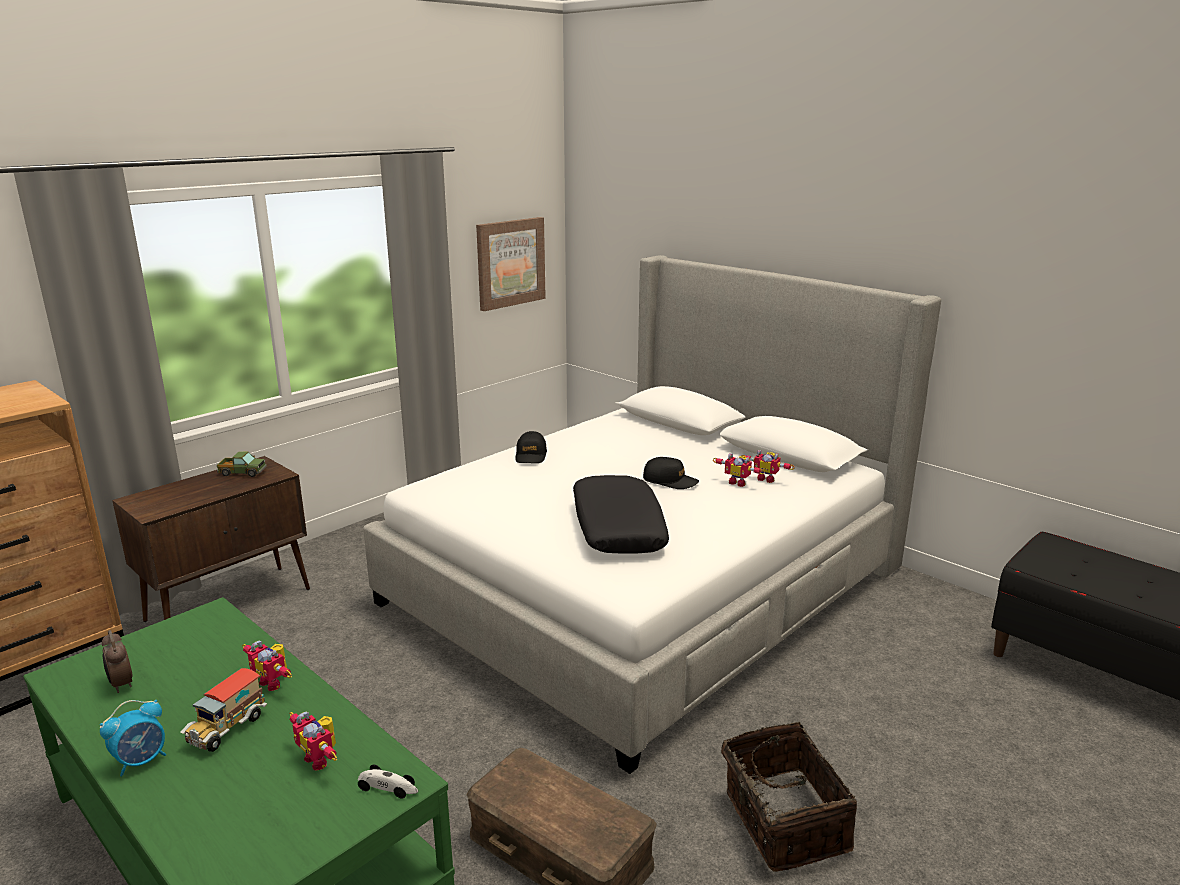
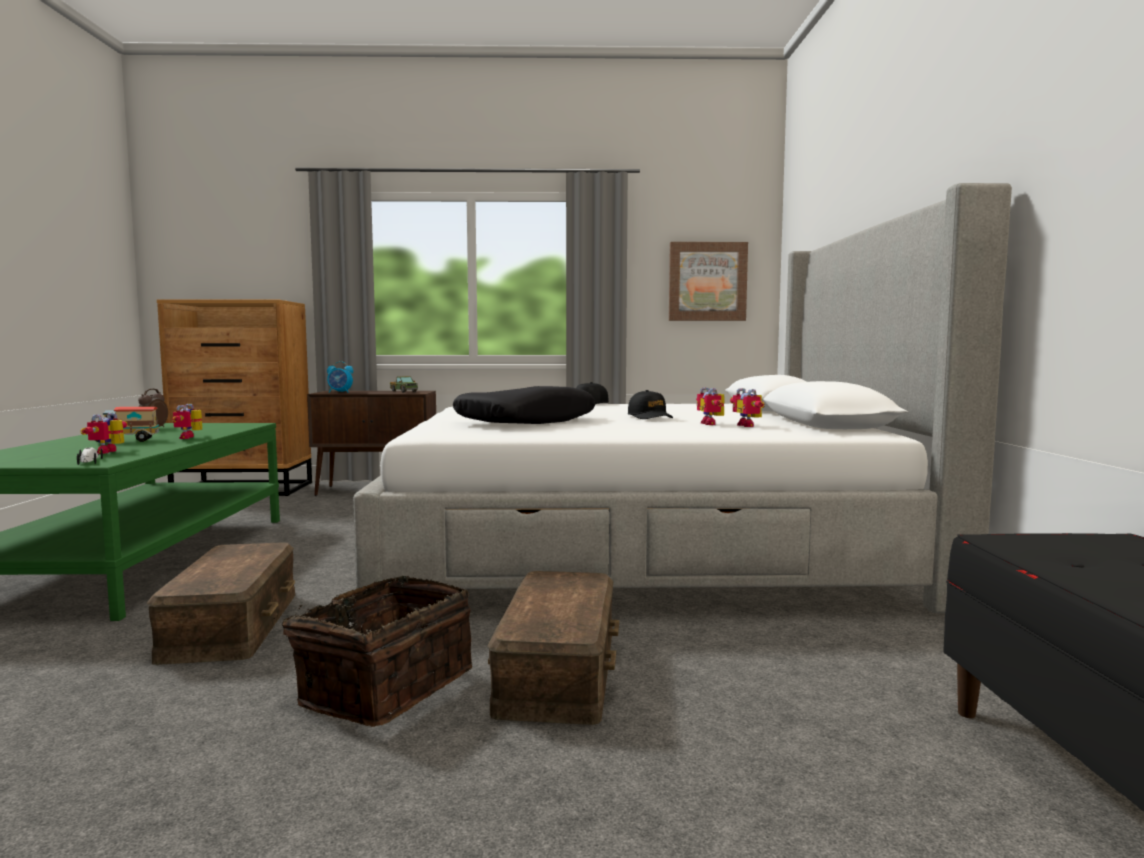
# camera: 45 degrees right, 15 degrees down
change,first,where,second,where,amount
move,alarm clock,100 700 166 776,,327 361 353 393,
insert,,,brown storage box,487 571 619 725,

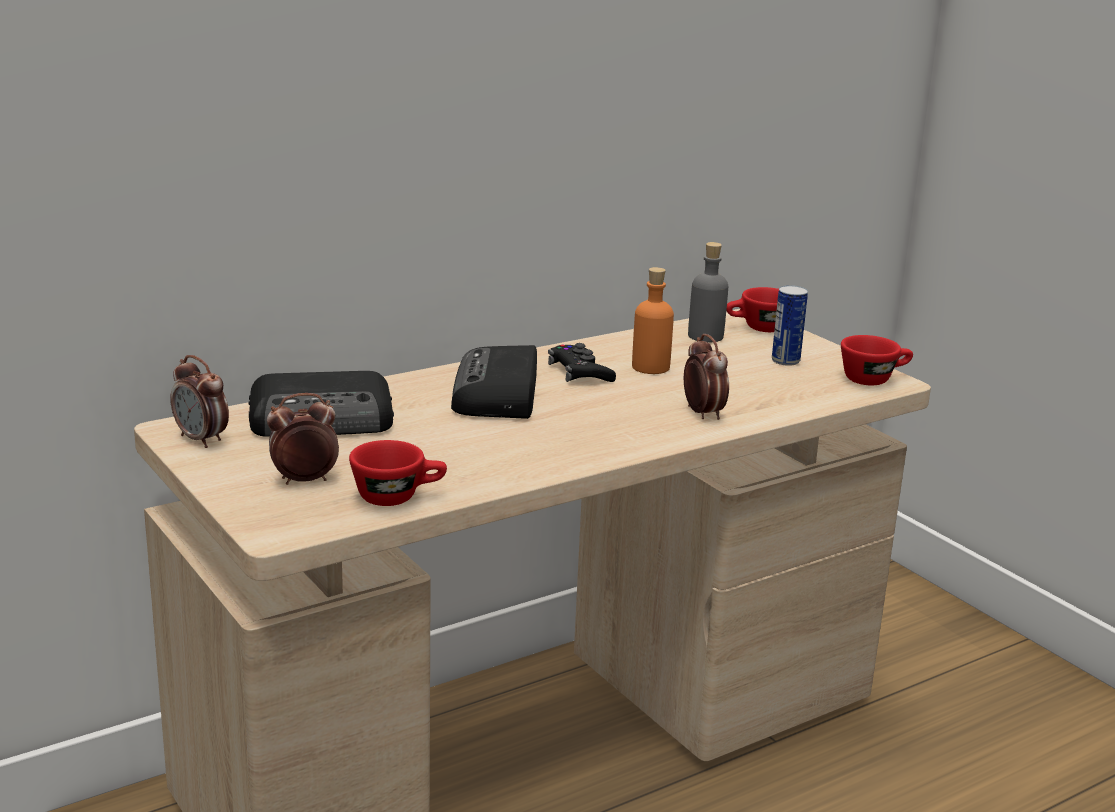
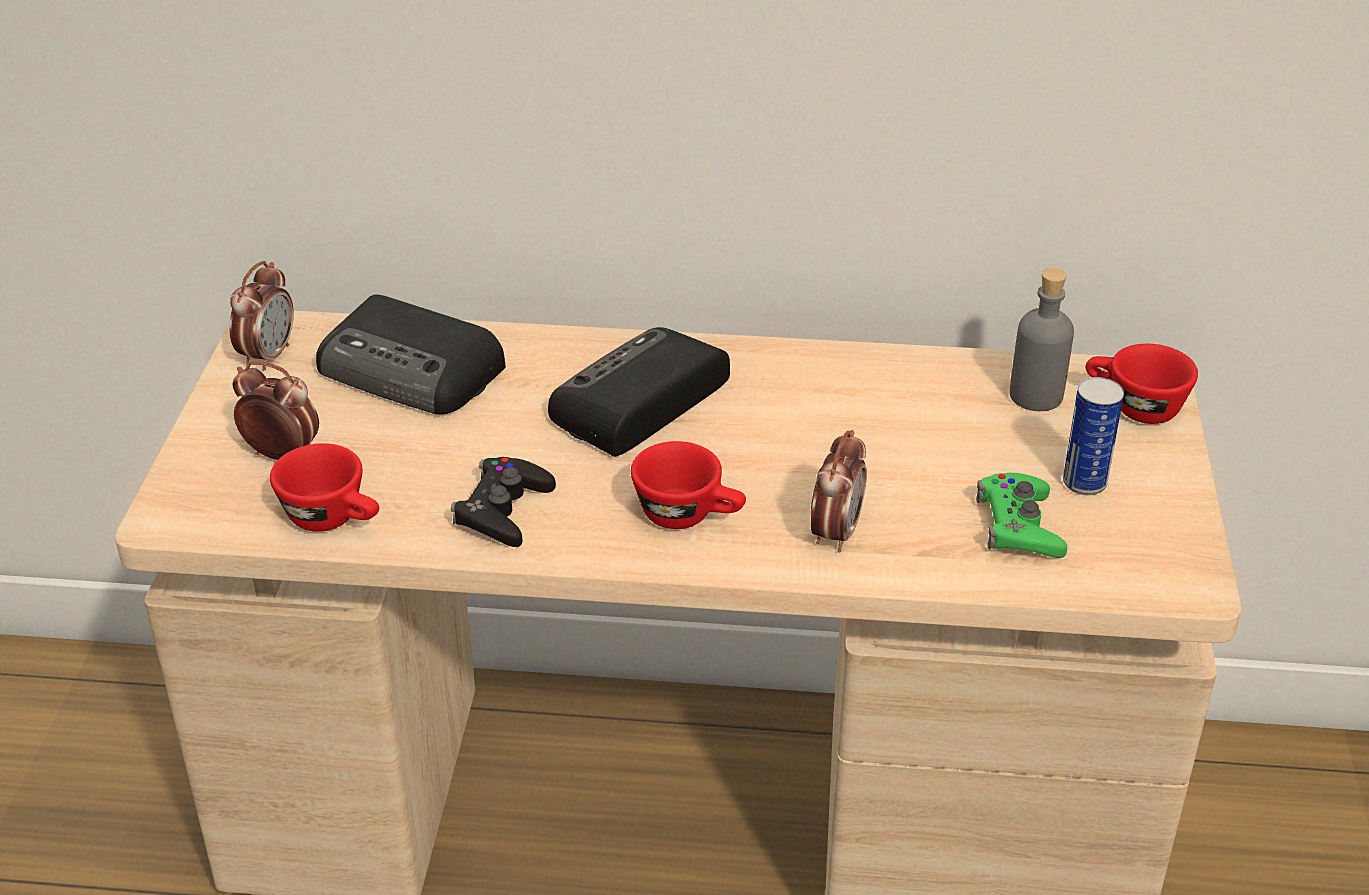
# camera: 40 degrees right, 15 degrees up
change,first,where,second,where,amount
delete,orange bottle,632 267 674 374,,,
move,red cup,841 335 913 385,,631 441 746 529,
move,black game controller,548 343 616 382,,451 457 556 547,
rotate,alarm clock,170 355 229 448,,229 261 294 370,150 degrees counterclockwise
insert,,,green game controller,976 473 1067 558,

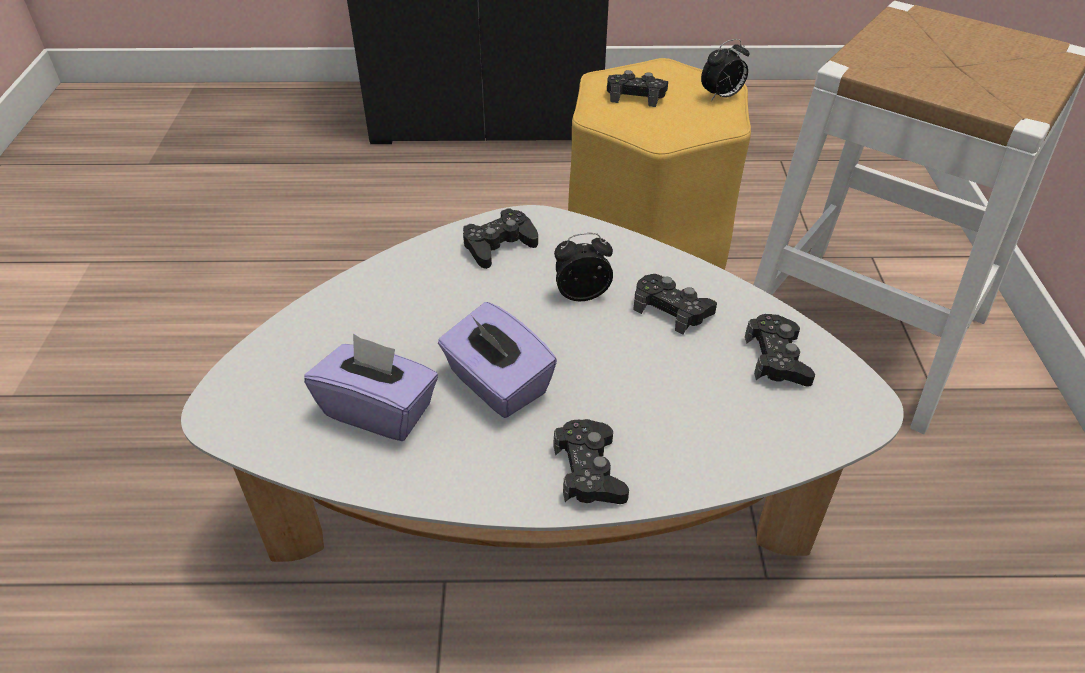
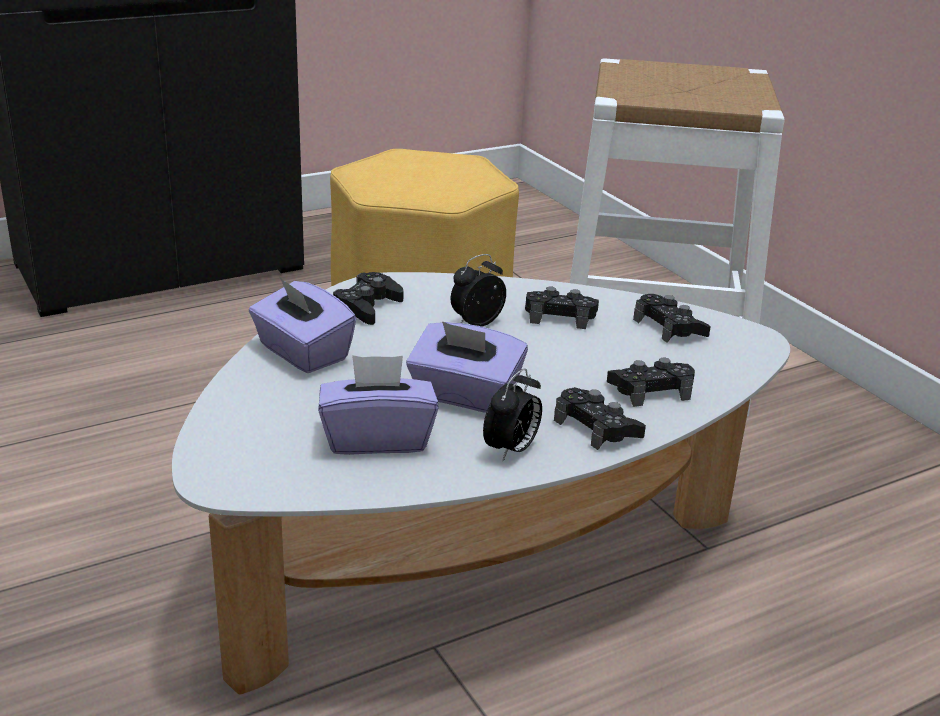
# camera: 30 degrees left, 15 degrees down
change,first,where,second,where,amount
move,alarm clock,701 39 749 101,,483 368 542 461,
move,black game controller,607 70 668 107,,607 358 695 407,
insert,,,purple tissue box,249 277 356 373,

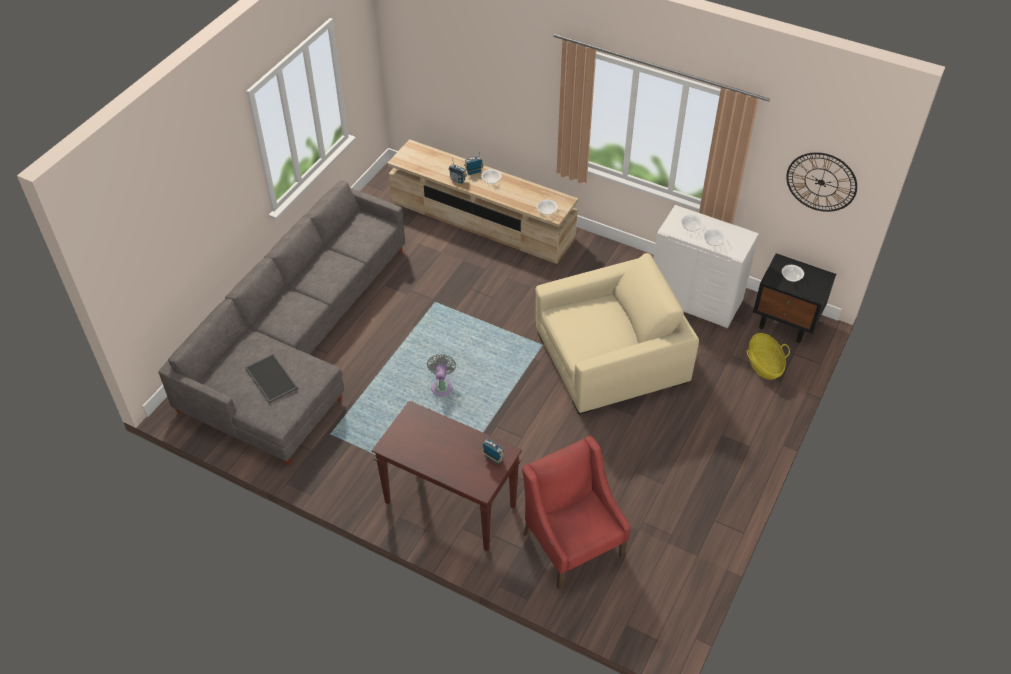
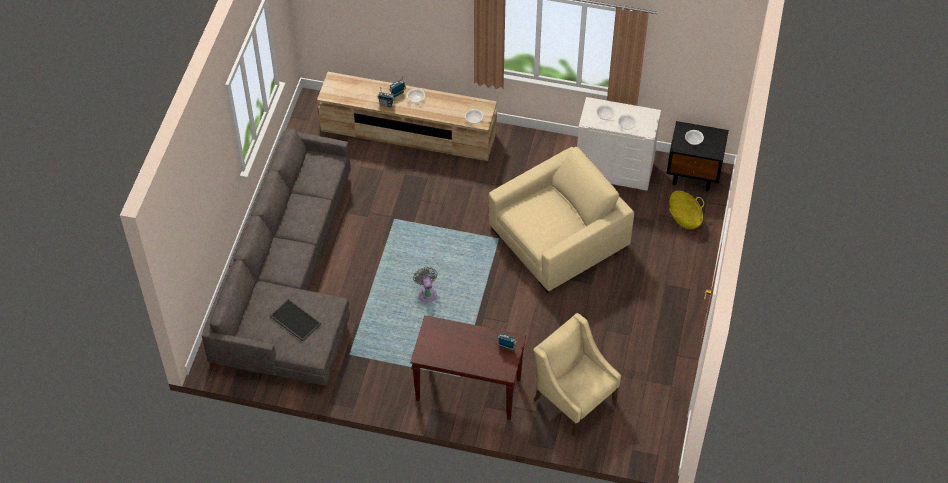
# camera: 15 degrees left, 5 degrees up
change,first,where,second,where,amount
delete,wall clock,786 152 857 212,,,
recolor,red armchair,522 436 631 589,beige armchair,533 313 621 436,

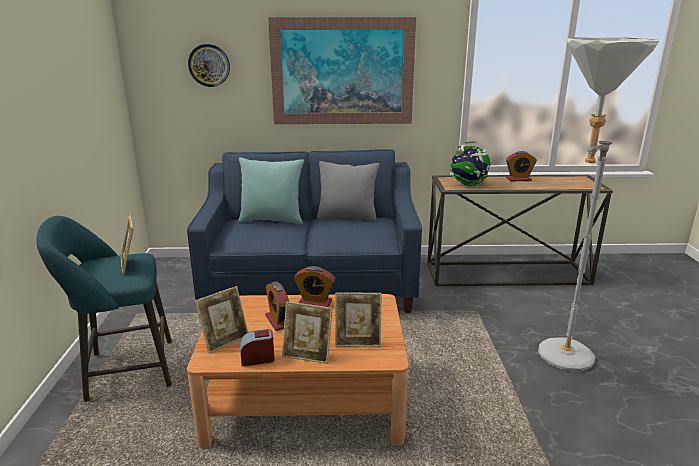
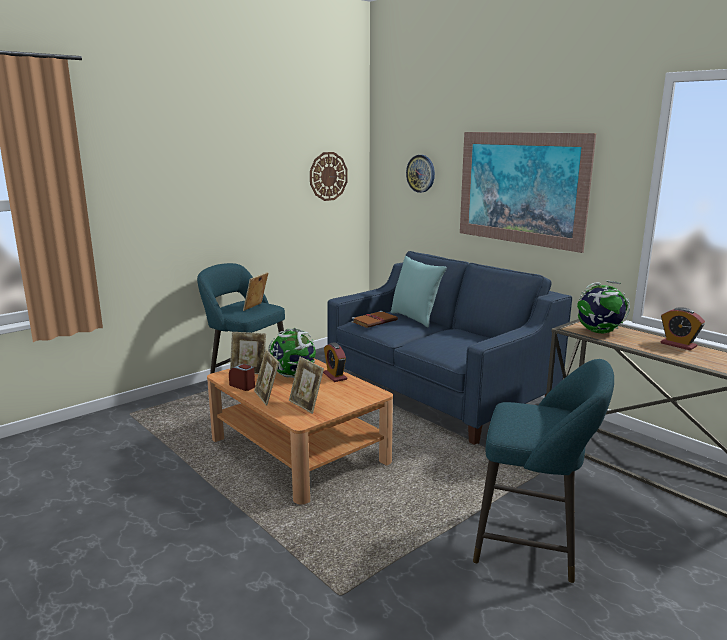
# camera: 50 degrees right, 5 degrees down
change,first,where,second,where,amount
replace,grey floor lamp,538 37 659 372,turquoise stool,473 359 614 583,
delete,grey pillow,317 161 380 222,,,
replace,alarm clock,265 281 289 331,globe,268 328 316 378,
insert,,,wall clock,310 152 348 201,
insert,,,brown book,351 311 398 328,

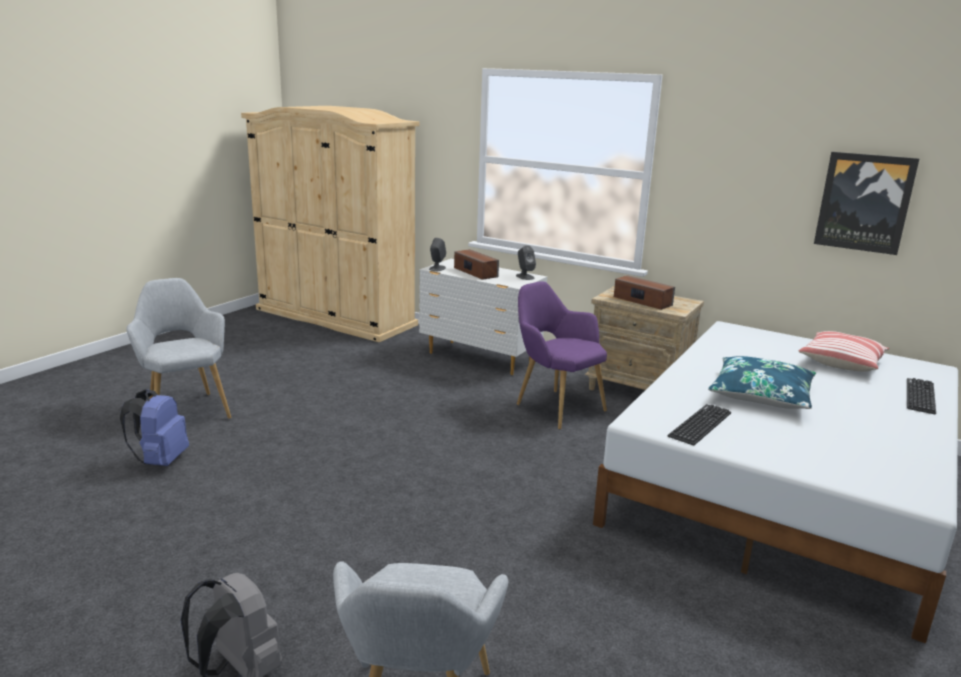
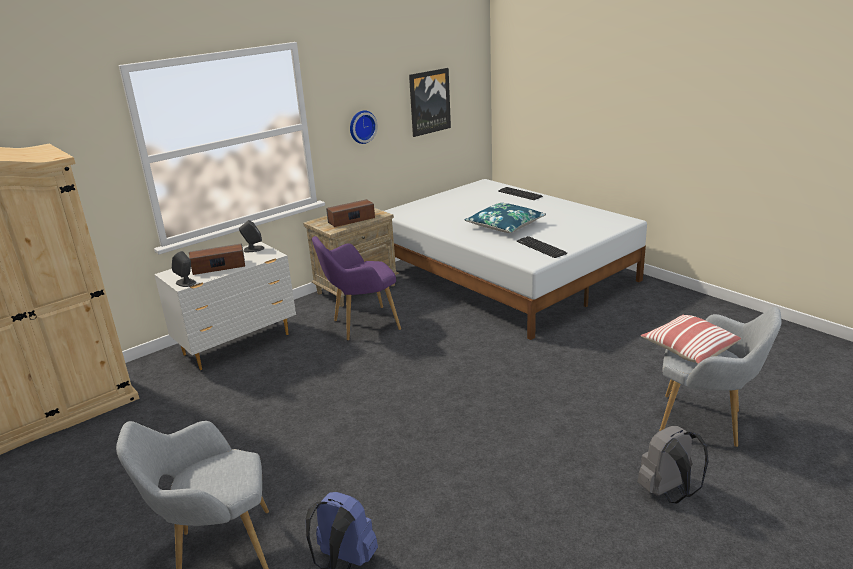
# camera: 70 degrees left, 5 degrees up
change,first,where,second,where,amount
move,pillow,799 331 889 372,,641 315 741 364,
insert,,,wall clock,350 110 378 144,

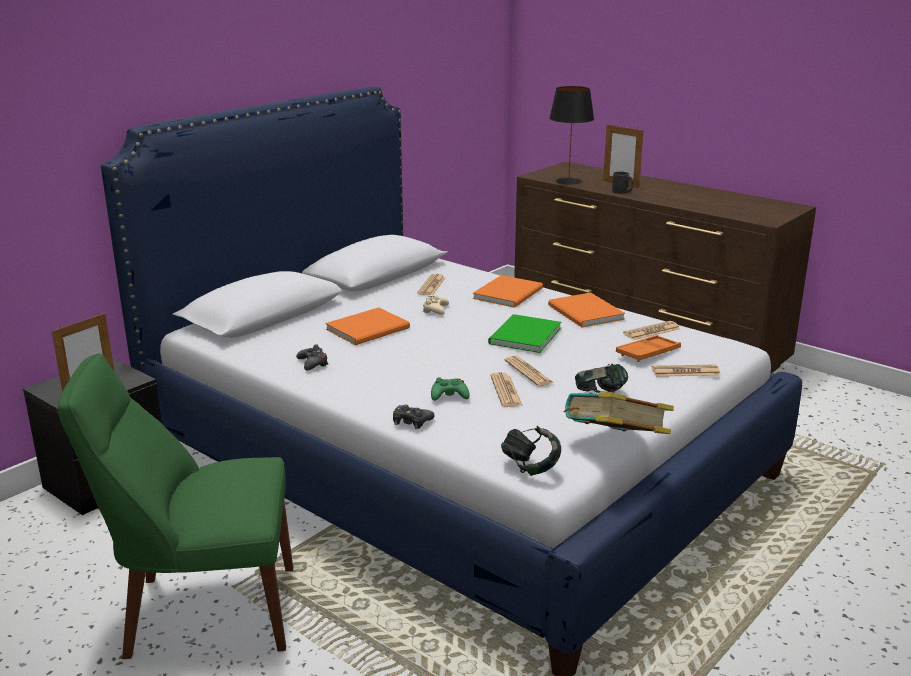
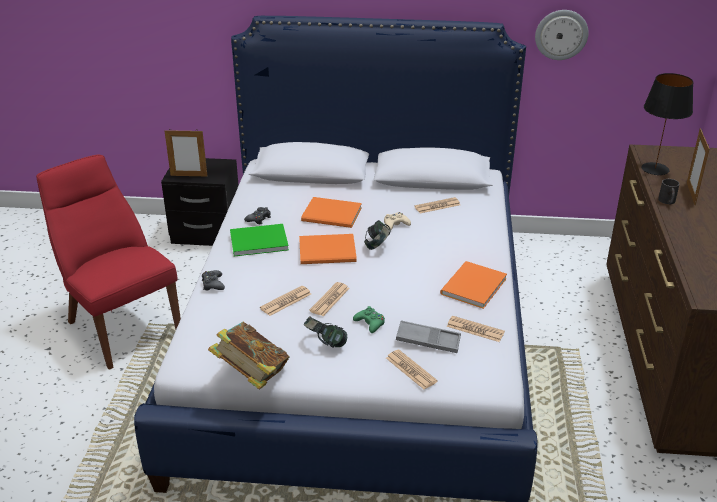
# camera: 55 degrees right, 10 degrees up
change,first,where,second,where,amount
move,orange book,473 275 543 308,,299 234 357 264,
move,green book,488 314 561 353,,230 224 289 256,
recolor,orange tray,616 335 681 362,grey tray,396 320 461 353,
recolor,green chair,57 353 293 659,red chair,36 155 181 370,
move,green game controller,431 377 470 401,,353 306 385 333,
move,headphones,501 426 561 476,,364 220 390 250,
insert,,,wall clock,535 10 589 60,

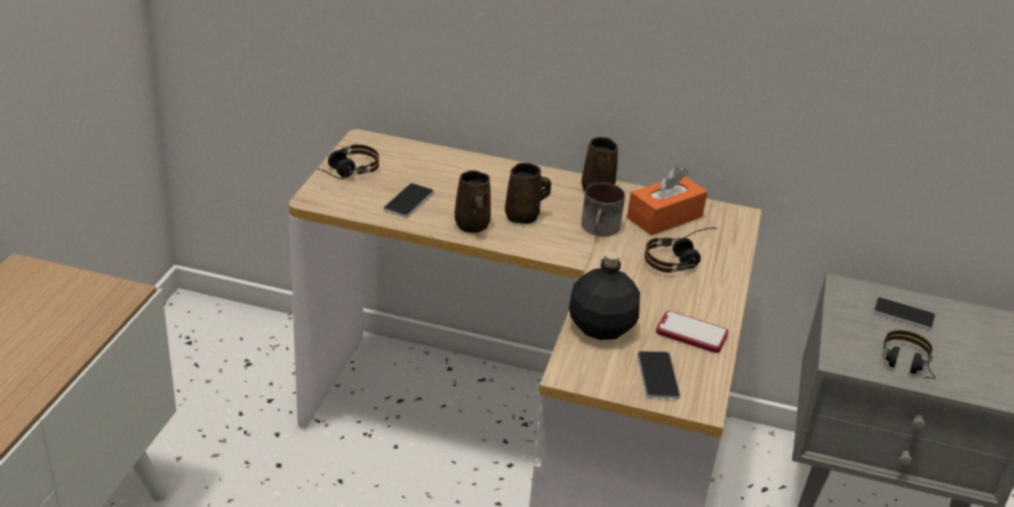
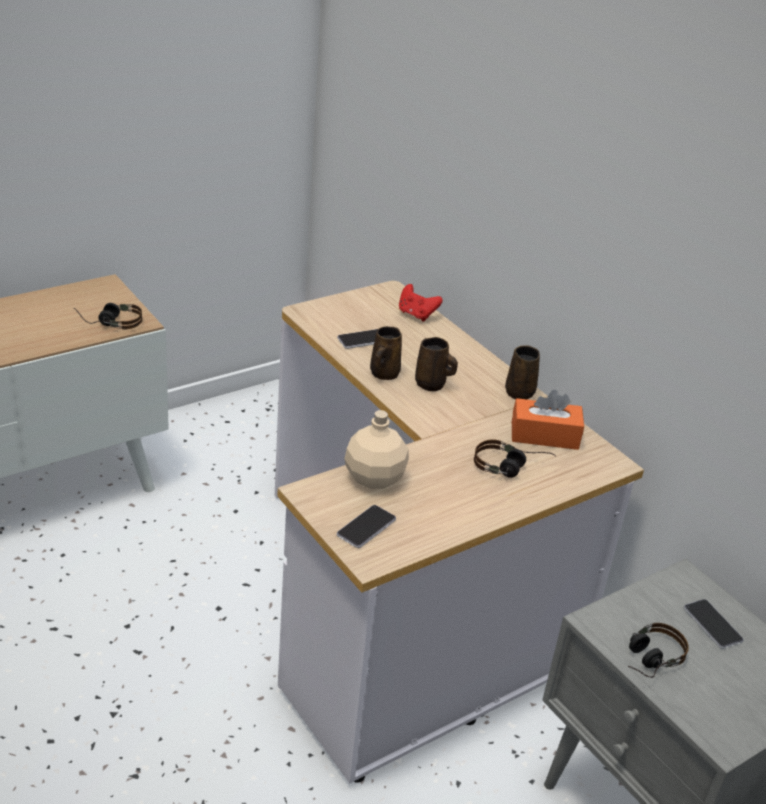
# camera: 40 degrees right, 0 degrees up
change,first,where,second,where,amount
move,headphones,317 144 379 179,,74 303 142 329,
delete,mug,581 182 625 236,,,
recolor,black bottle,569 251 640 340,beige bottle,344 410 409 489,
delete,phone,656 311 728 353,,,
insert,,,red game controller,399 284 443 321,

